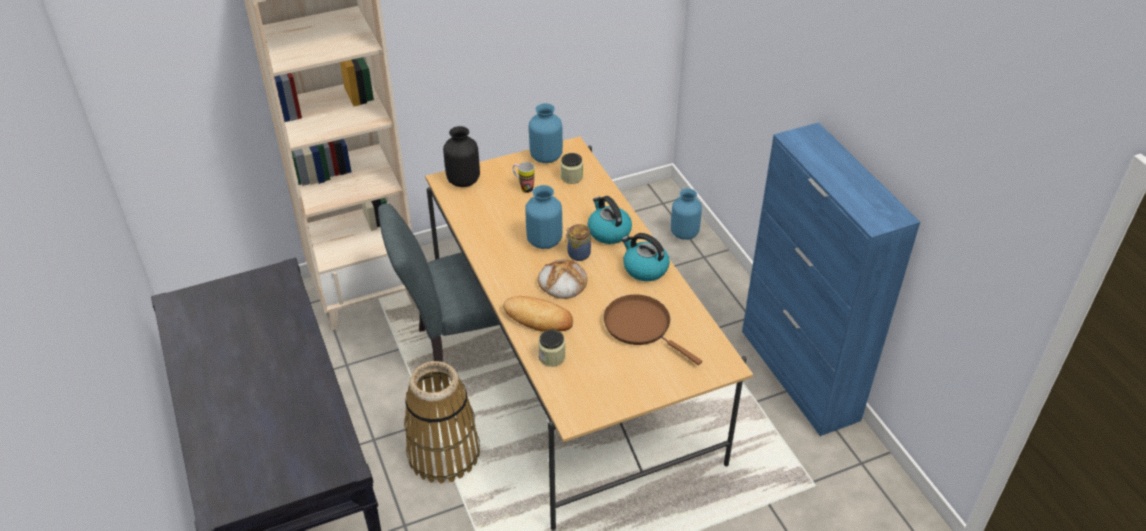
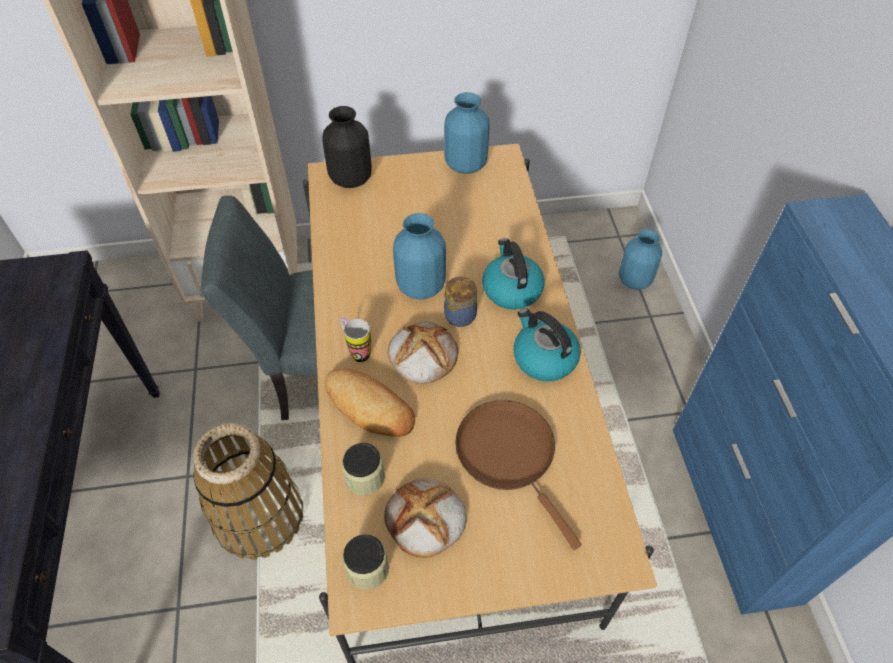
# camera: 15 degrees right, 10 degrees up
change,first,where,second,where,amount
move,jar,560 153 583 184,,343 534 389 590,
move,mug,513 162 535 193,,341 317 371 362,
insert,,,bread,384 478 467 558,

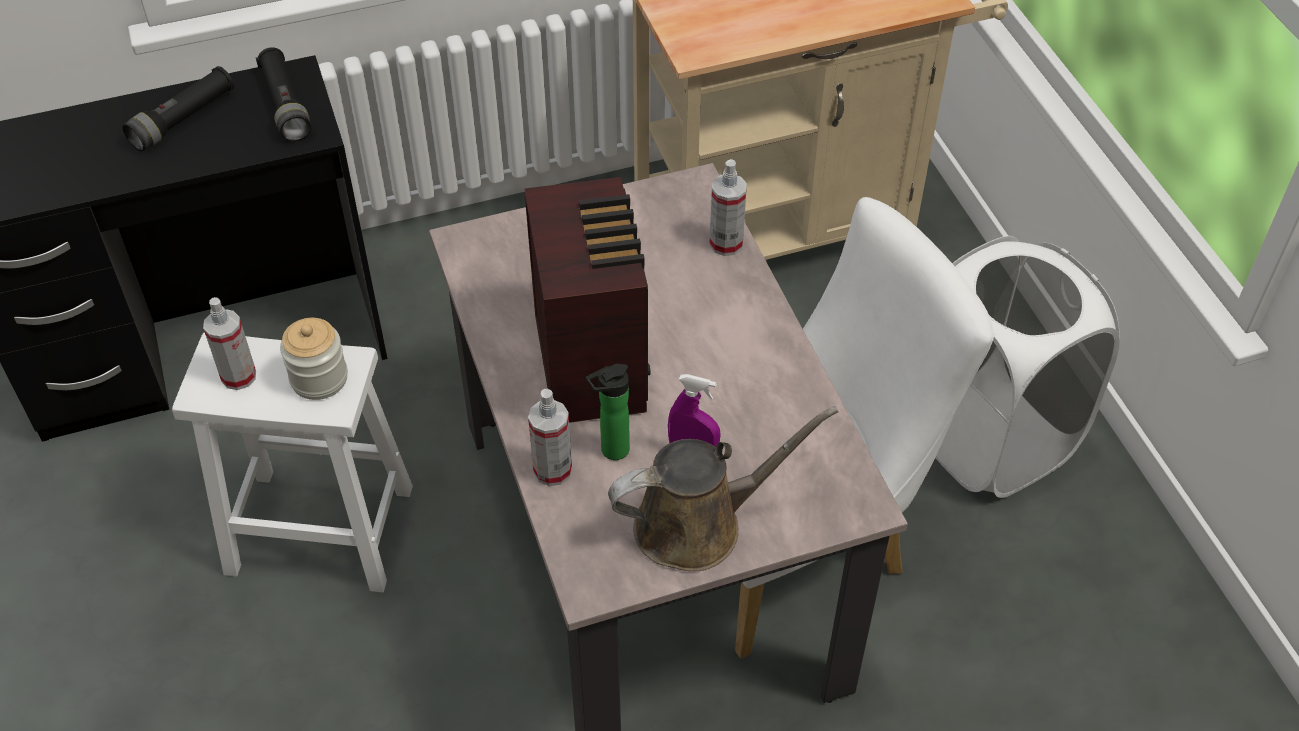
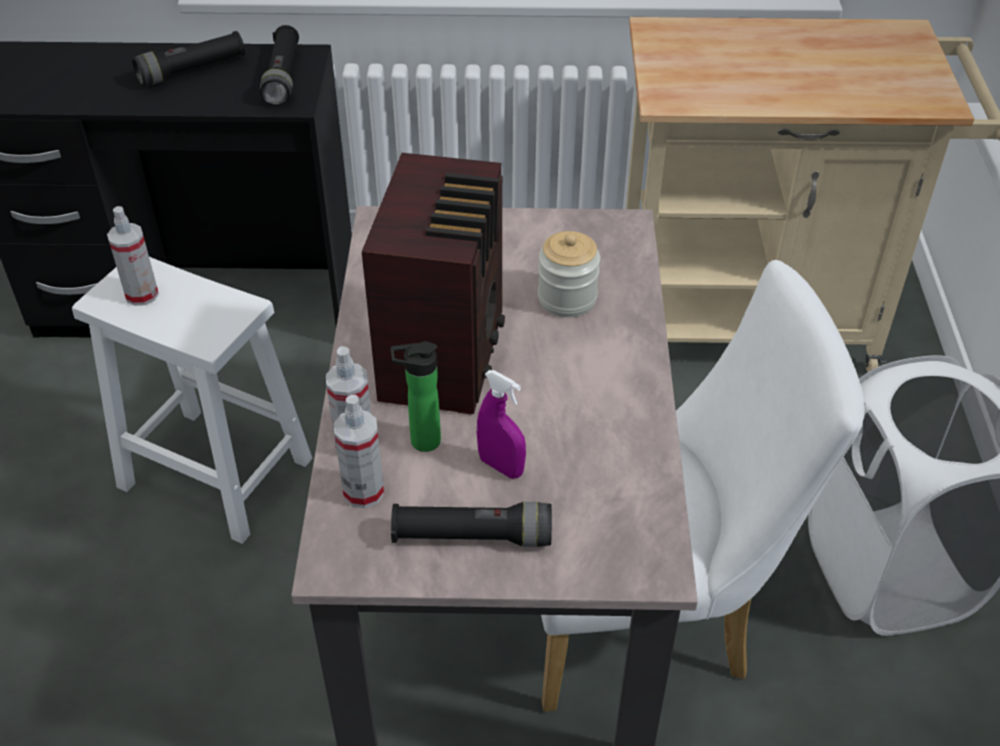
# camera: 20 degrees right, 5 degrees down
change,first,where,second,where,amount
move,spray bottle,709 159 747 256,,334 395 384 508,
move,jar,280 318 348 400,,538 231 600 317,
replace,brown watering can,608 406 838 571,black flashlight,391 502 552 547,

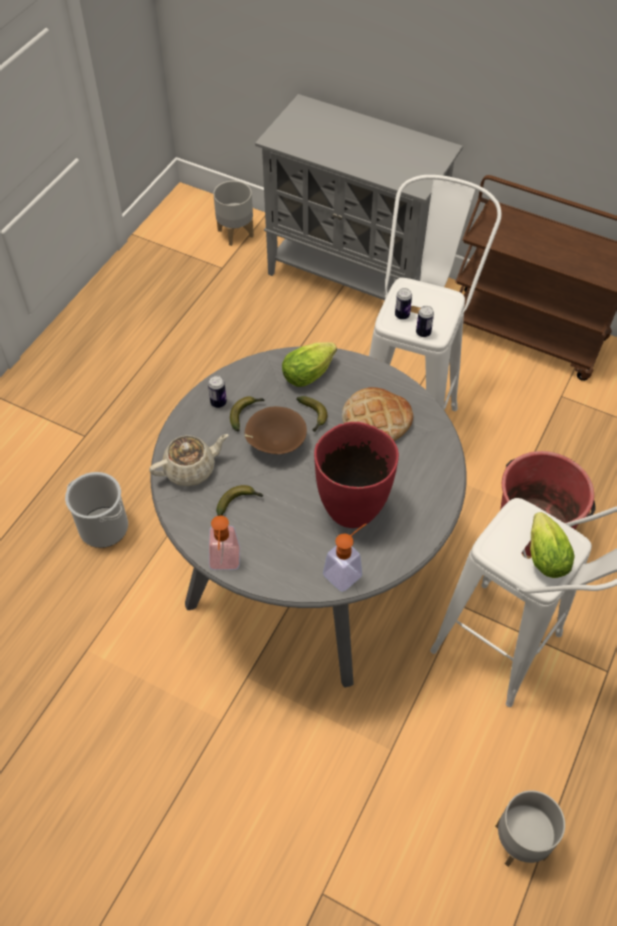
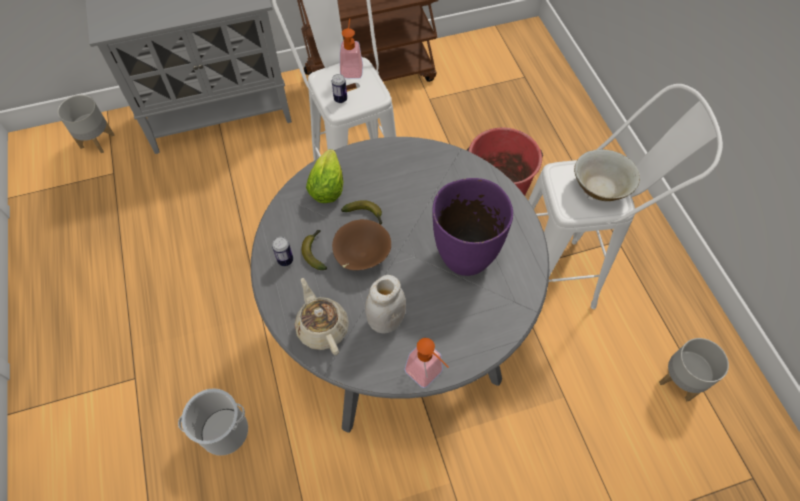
# camera: 45 degrees left, 5 degrees up
change,first,where,second,where,amount
delete,can,416 306 434 337,,,
delete,bread,342 387 413 441,,,
recolor,red vase,314 422 399 528,purple vase,432 178 513 276,
rotate,beige teapot,149 434 229 487,,295 278 349 355,45 degrees counterclockwise
replace,banana,216 485 263 516,white jar,365 275 406 333,
replace,lettuce,530 512 575 578,beige bowl,574 149 640 201,
move,soap dispenser,323 524 366 592,,340 18 363 79,

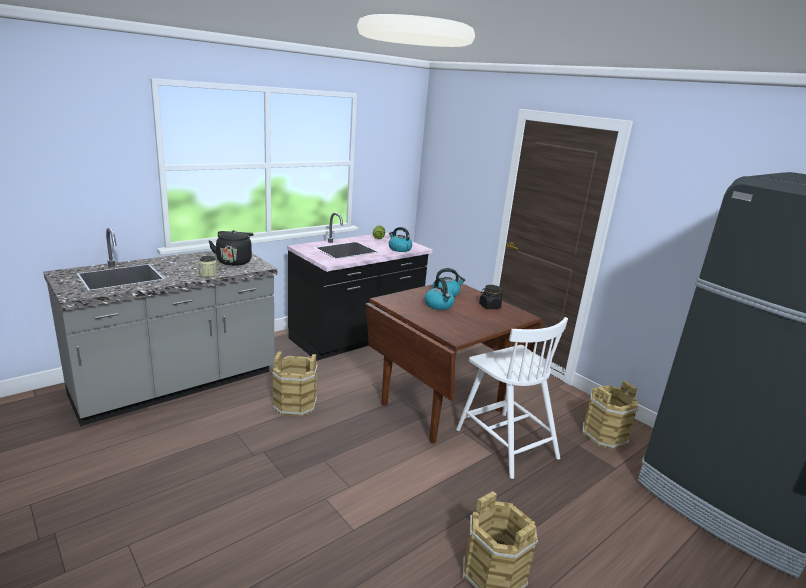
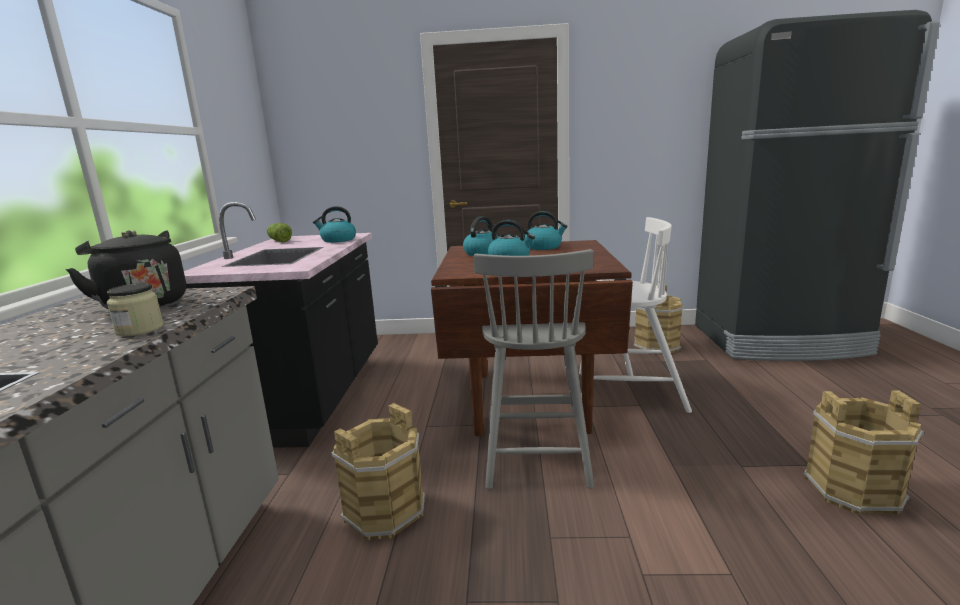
# camera: 45 degrees left, 5 degrees down
change,first,where,second,where,amount
replace,black jar,479 285 502 309,kettle,524 211 568 250,
insert,,,grey chair,473 249 594 489,

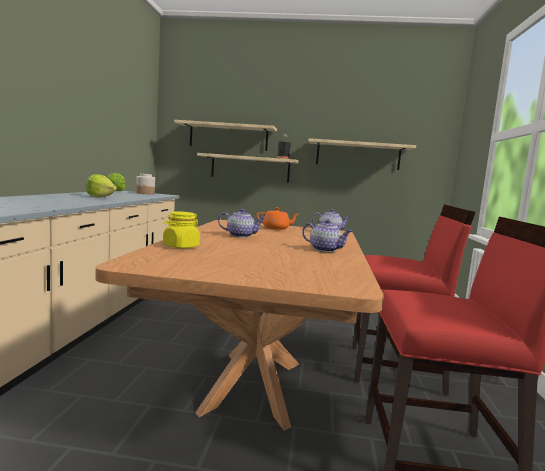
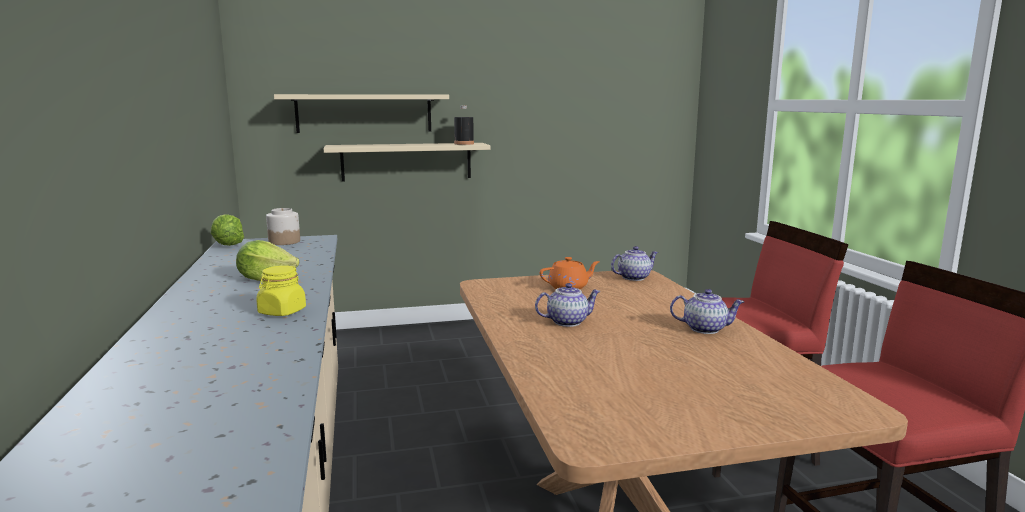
# camera: 20 degrees left, 5 degrees up
change,first,where,second,where,amount
delete,beige shelf,308 138 416 170,,,
move,yellow jar,163 212 200 249,,256 266 306 316,

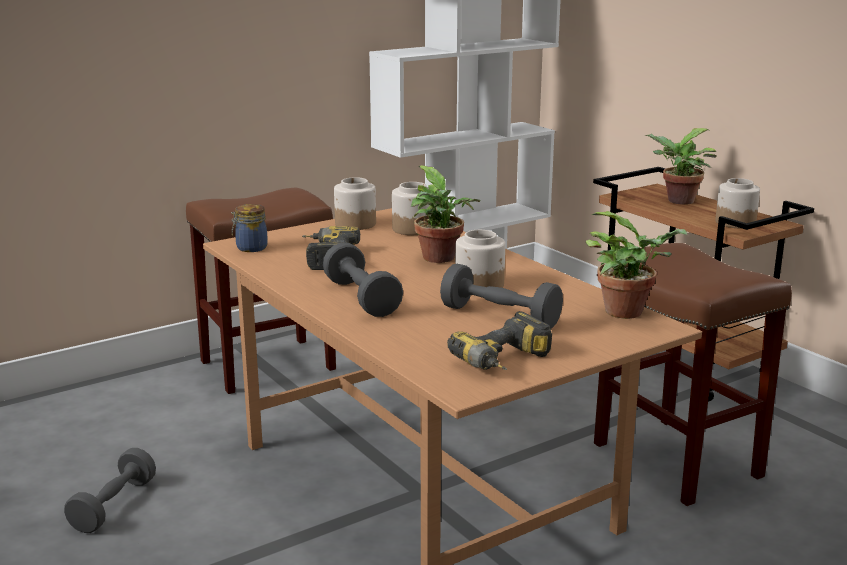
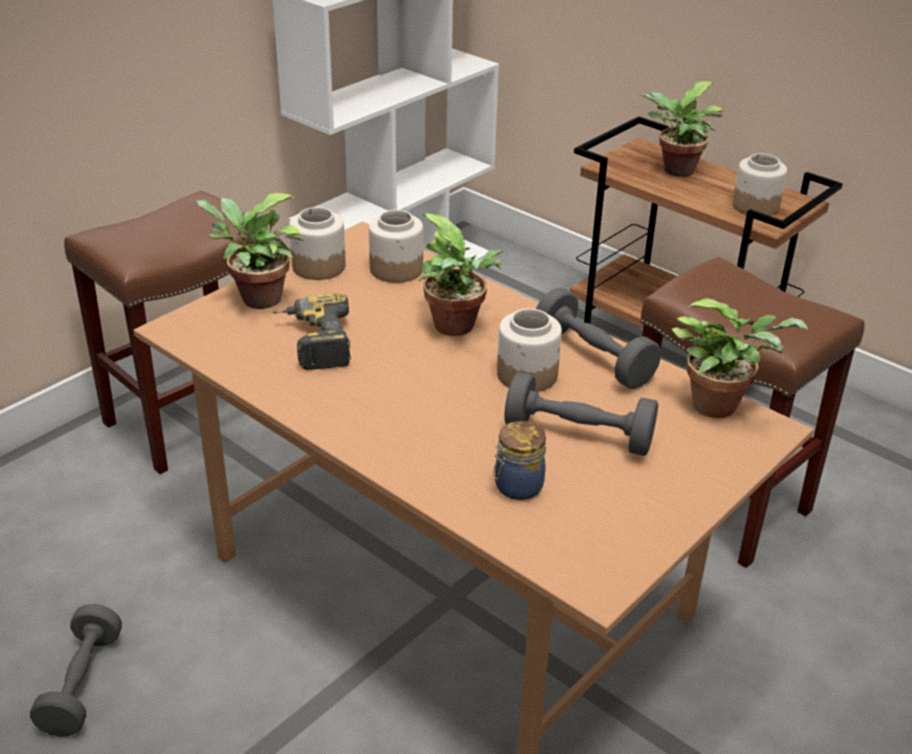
# camera: 15 degrees left, 15 degrees up
change,first,where,second,where,amount
move,jar,231 204 268 252,,493 421 546 500,
move,grey dumbbell,323 242 403 317,,536 288 661 389,
delete,power drill,447 311 552 370,,,
insert,,,potted plant,194 193 304 309,

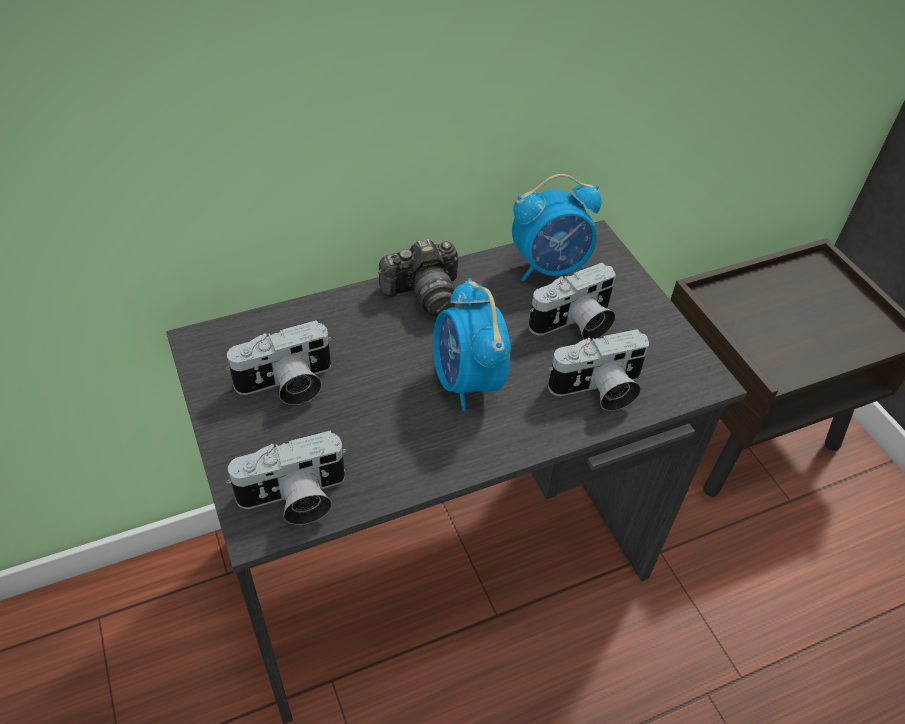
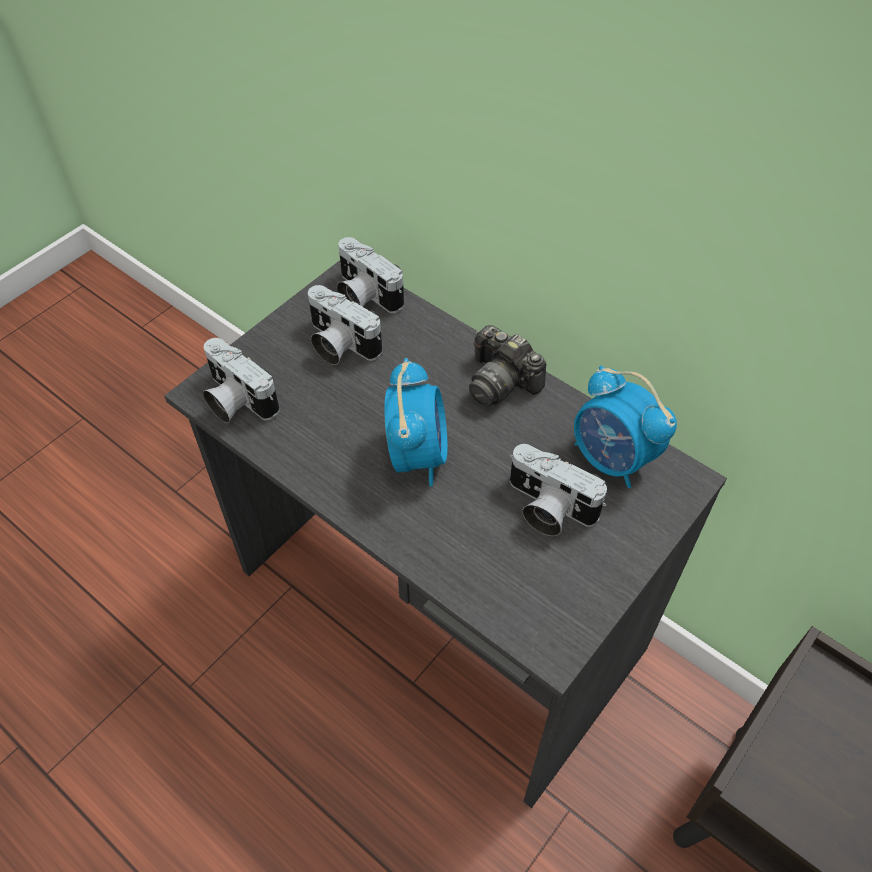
# camera: 65 degrees right, 5 degrees up
change,first,where,second,where,amount
rotate,alarm clock,433 278 511 411,,384 358 448 486,135 degrees clockwise
move,photo camera,548 329 649 411,,337 237 404 313,

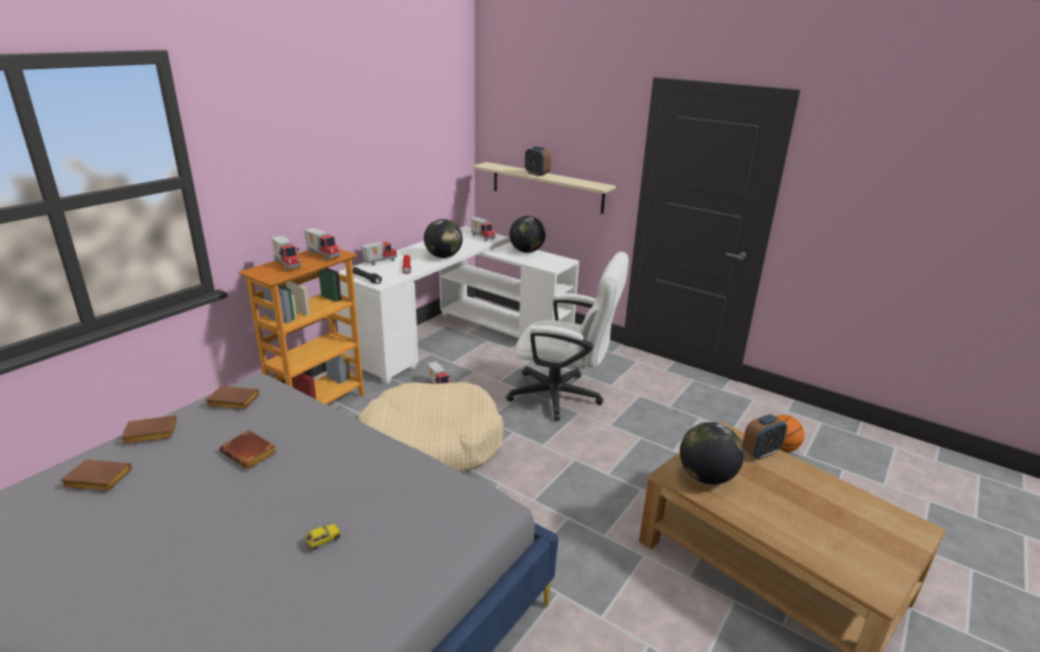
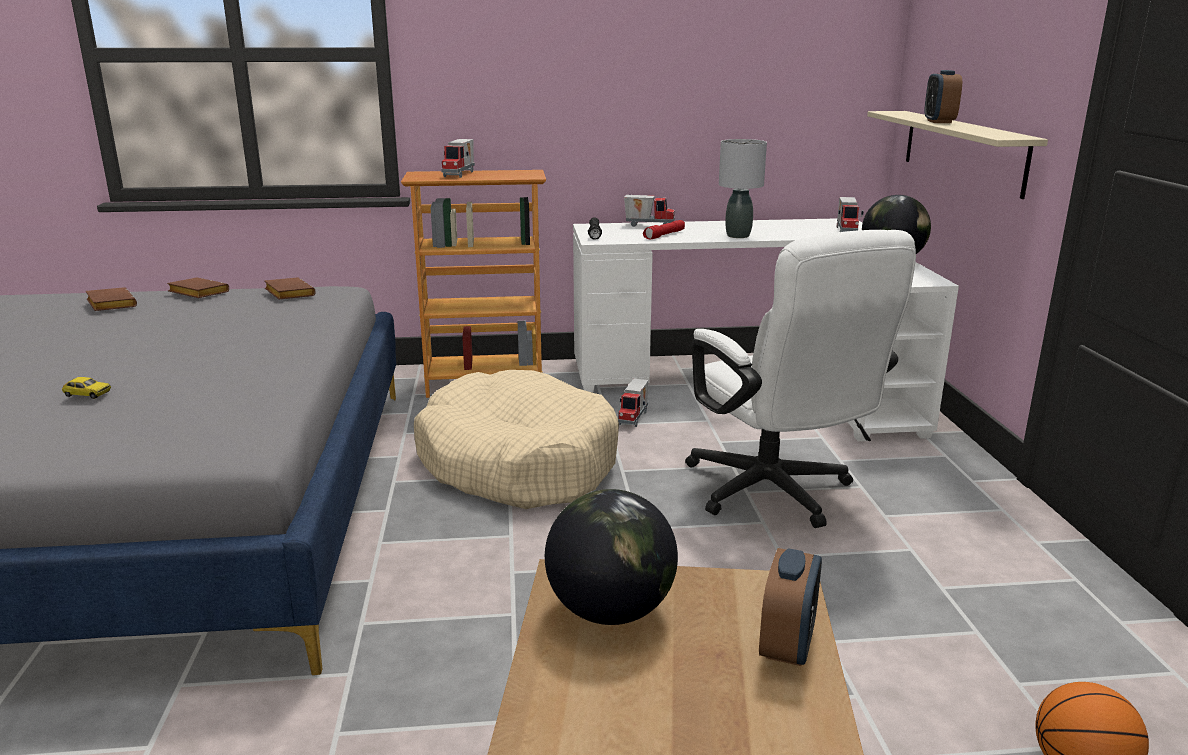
# camera: 50 degrees right, 5 degrees down
change,first,where,second,where,amount
replace,globe,424 219 463 258,grey table lamp,719 139 767 238,
delete,toy truck,304 228 341 260,,,
rotate,alarm clock,742 414 787 460,,759 548 822 666,90 degrees counterclockwise
delete,brown book,219 430 277 469,,,

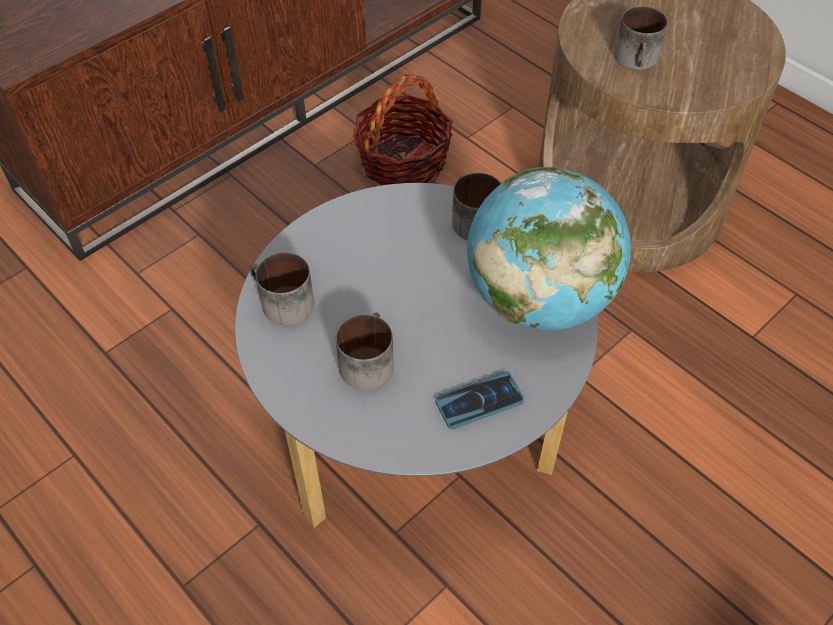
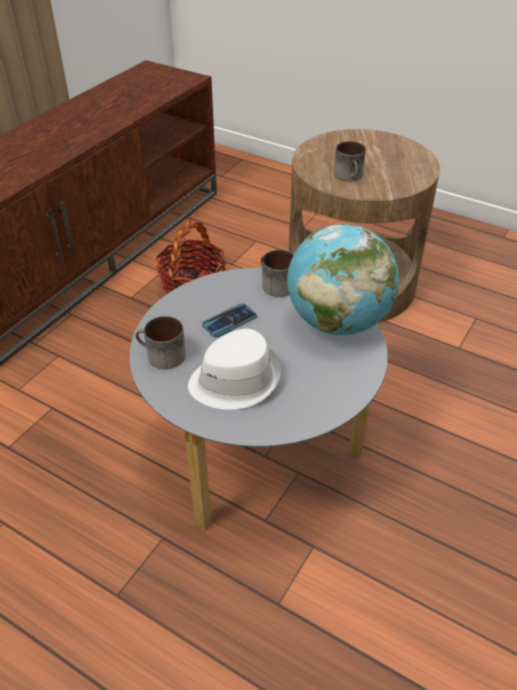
# camera: 15 degrees left, 10 degrees down
change,first,where,second,where,amount
replace,mug,336 313 394 390,white hat,188 329 281 410,
move,phone,435 371 524 429,,202 303 257 337,

